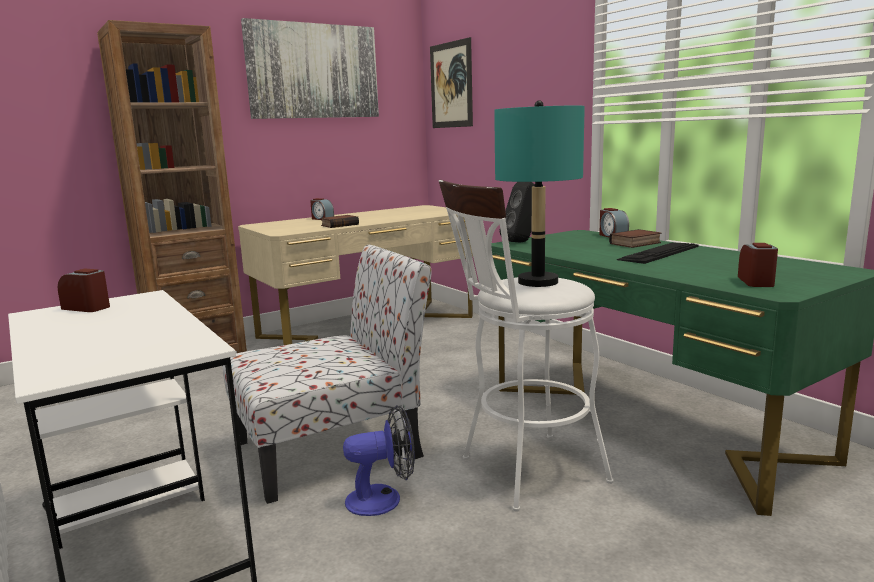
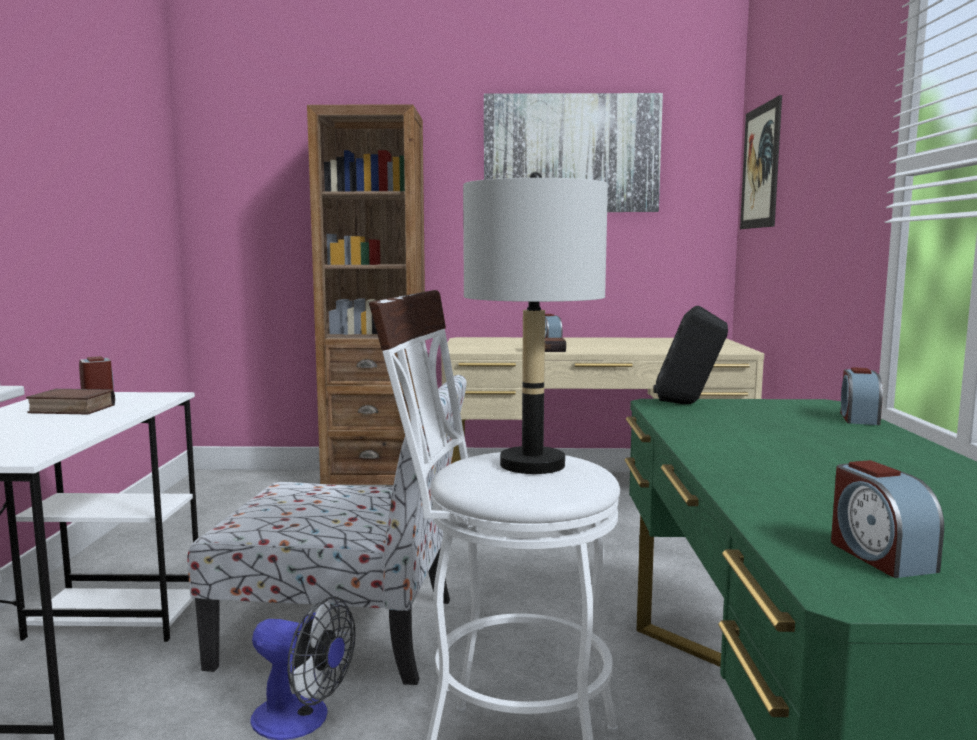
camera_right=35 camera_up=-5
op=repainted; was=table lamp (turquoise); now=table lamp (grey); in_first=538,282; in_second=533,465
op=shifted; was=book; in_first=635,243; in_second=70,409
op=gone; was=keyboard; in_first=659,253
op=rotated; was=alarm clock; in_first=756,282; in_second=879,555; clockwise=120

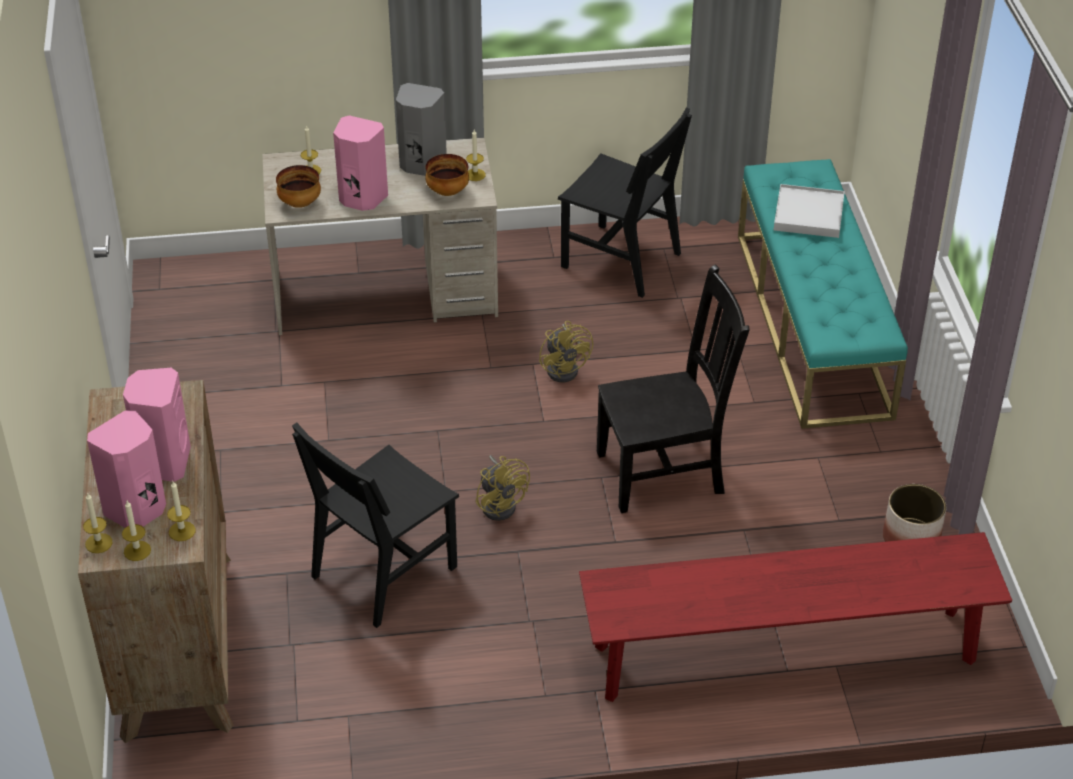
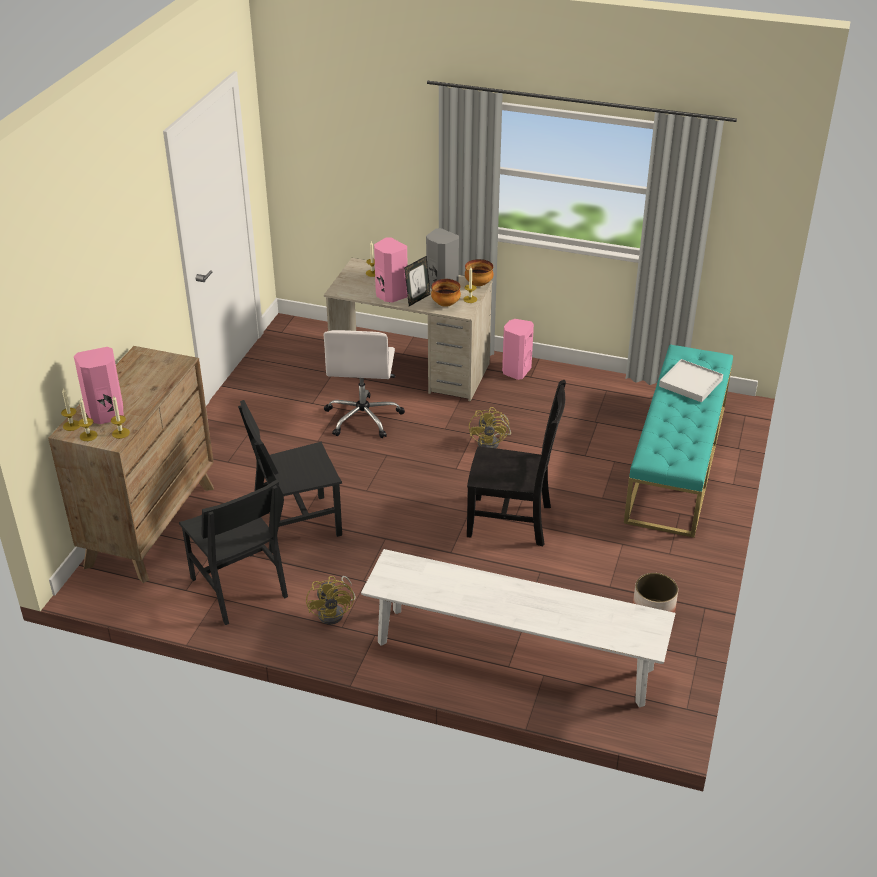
camera_right=25 camera_up=-5
op=shifted; was=speaker (pink); in_first=163,463; in_second=515,371
op=shifted; was=bowl; in_first=300,203; in_second=478,284
op=shifted; was=fan (yellow); in_first=501,503; in_second=335,612
op=shifted; was=chair (black); in_first=621,260; in_second=238,587
op=repainted; was=bench (red); now=bench (white); in_first=784,654; in_second=513,656
op=new; now=office chair (white); in_second=363,417
op=new; now=picture frame; in_second=417,299

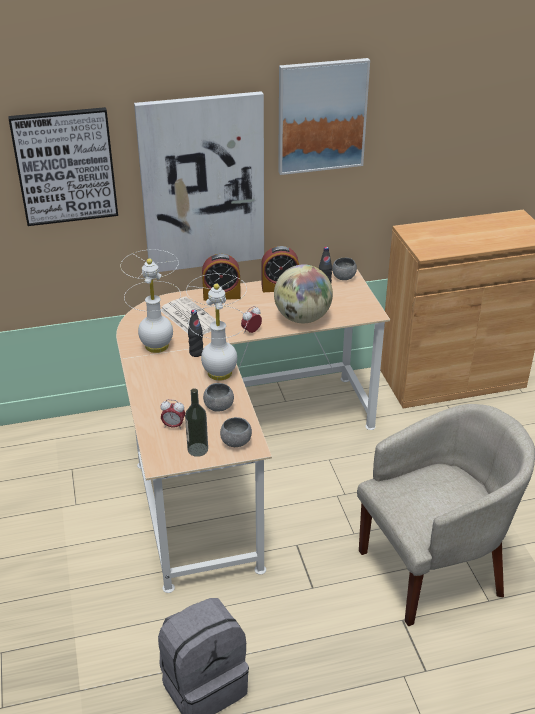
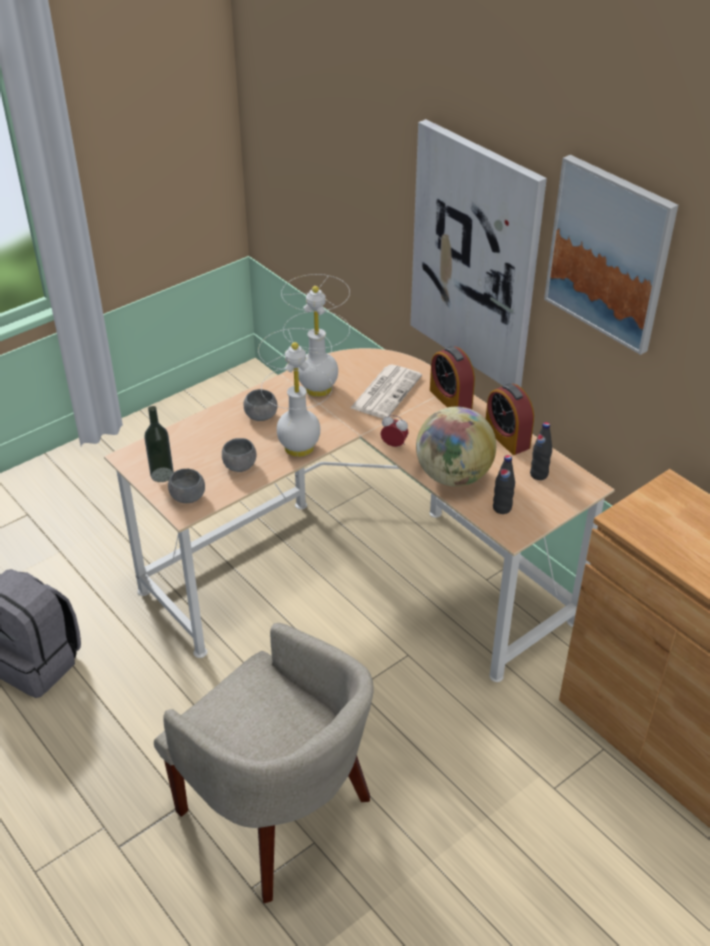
camera_right=65 camera_up=5
op=gone; was=picture; in_first=65,166
op=gone; was=alarm clock; in_first=173,426
op=shifted; was=bottle (black); in_first=196,353; in_second=502,508
op=shifted; was=bowl (grey); in_first=343,277; in_second=261,416

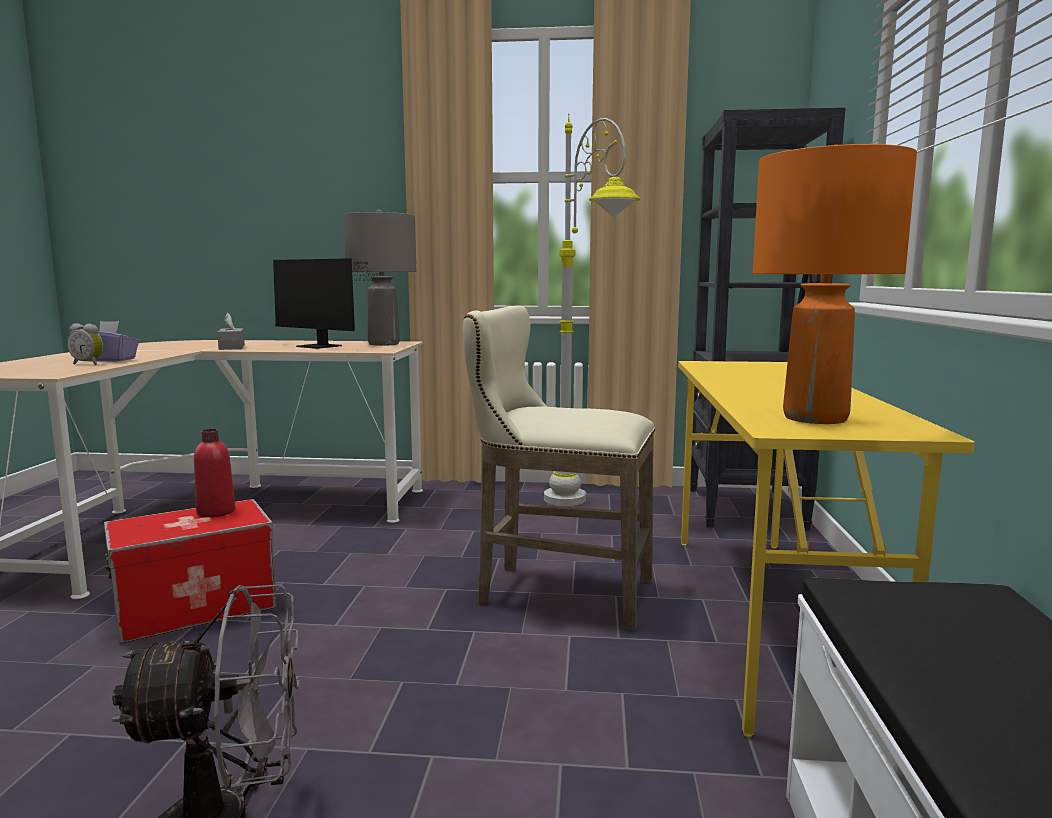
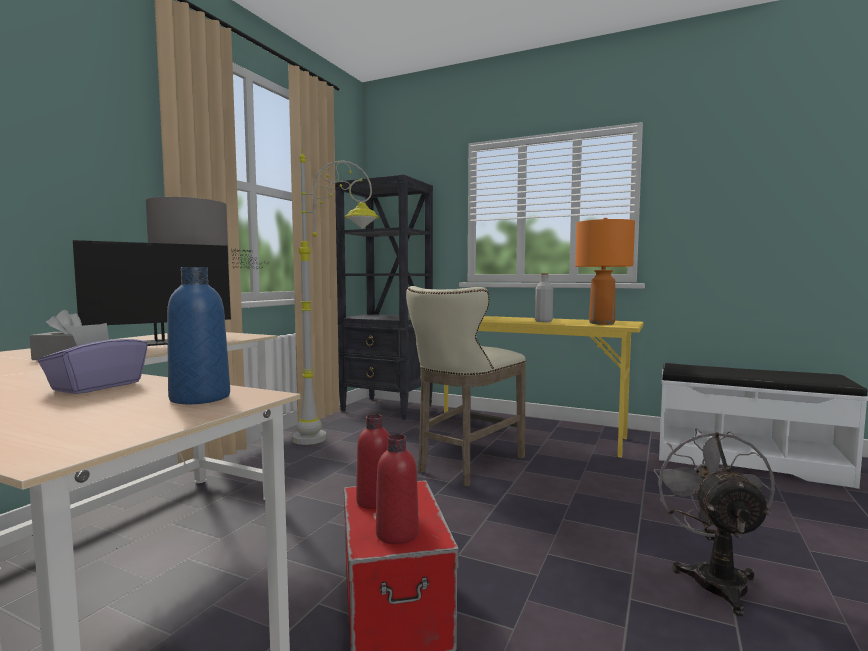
camera_right=-70 camera_up=-5
op=gone; was=alarm clock; in_first=89,364
op=new; now=bottle (blue); in_second=200,398
op=new; now=bottle (red); in_second=397,534
op=new; now=bottle (grey); in_second=543,321

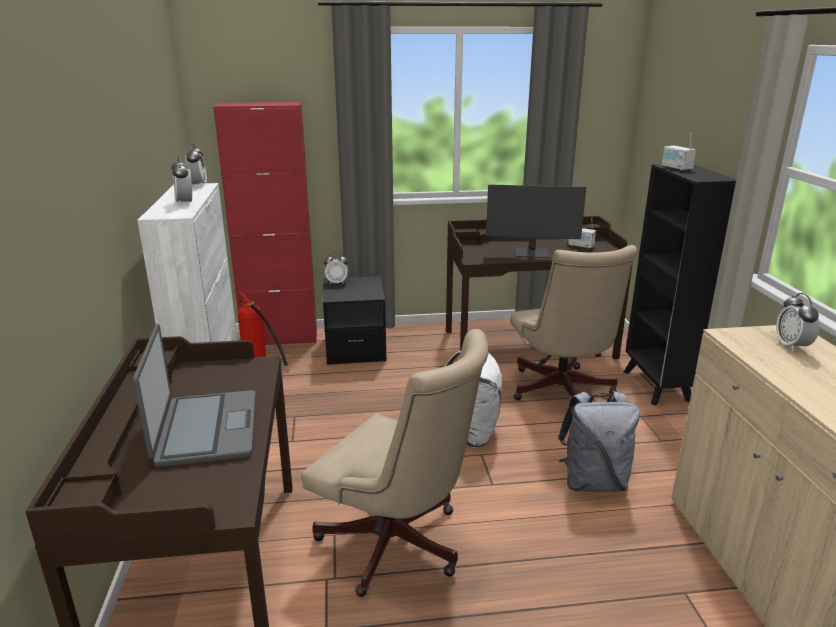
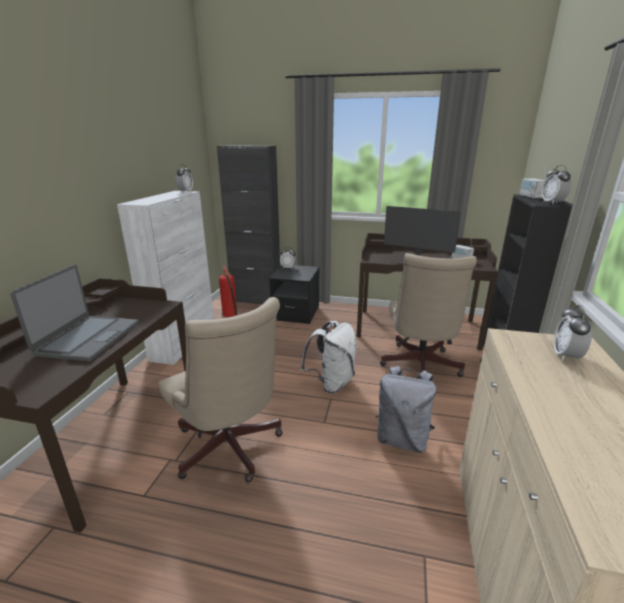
camera_right=20 camera_up=0
op=shifted; was=alarm clock; in_first=185,203; in_second=552,203
op=repainted; was=cabinet (red); now=cabinet (black); in_first=280,338; in_second=256,300

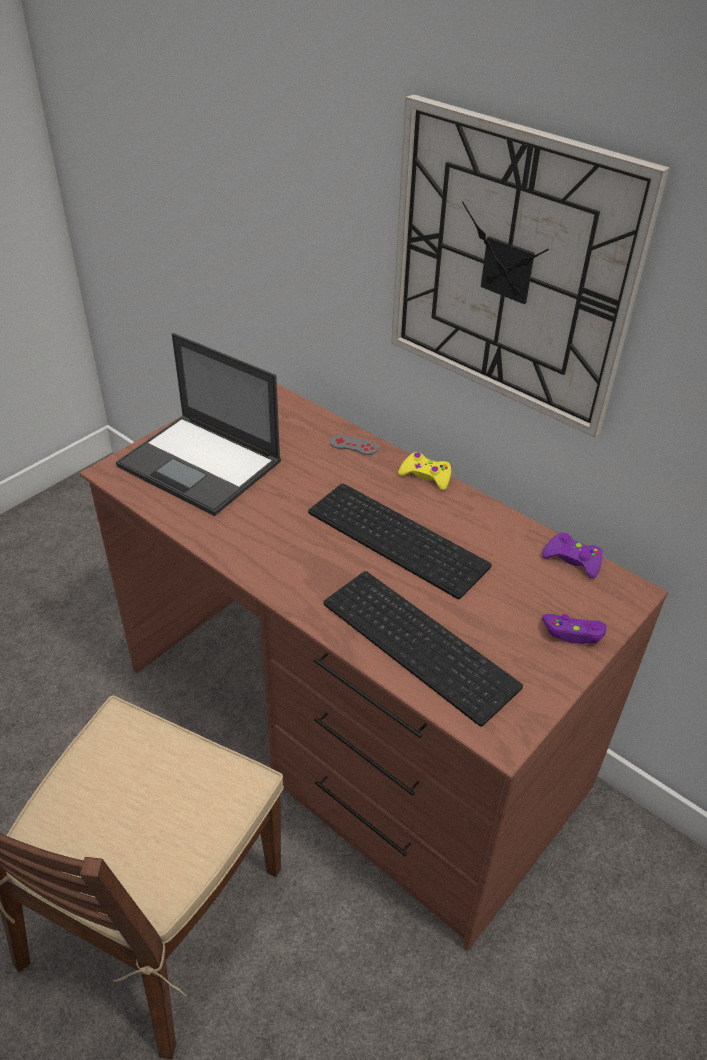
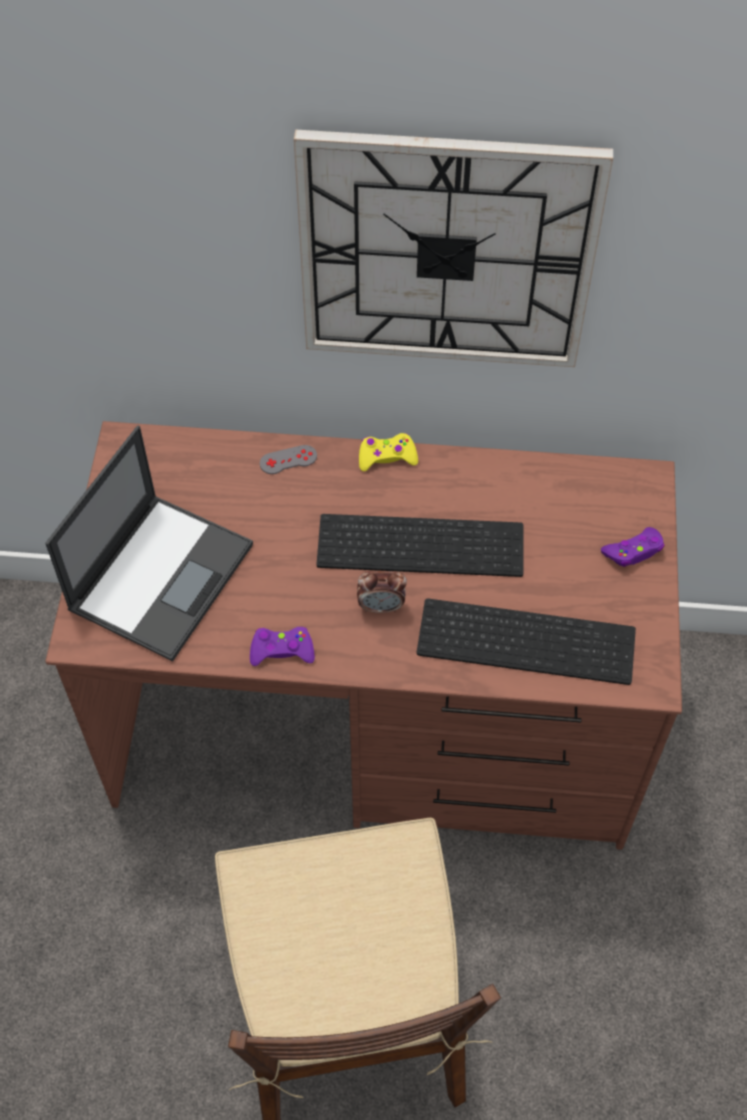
camera_right=-35 camera_up=15
op=rotated; was=laptop; in_first=201,464; in_second=162,575; clockwise=-60
op=shifted; was=game controller (purple); in_first=572,560; in_second=282,650
op=new; now=alarm clock; in_second=381,606

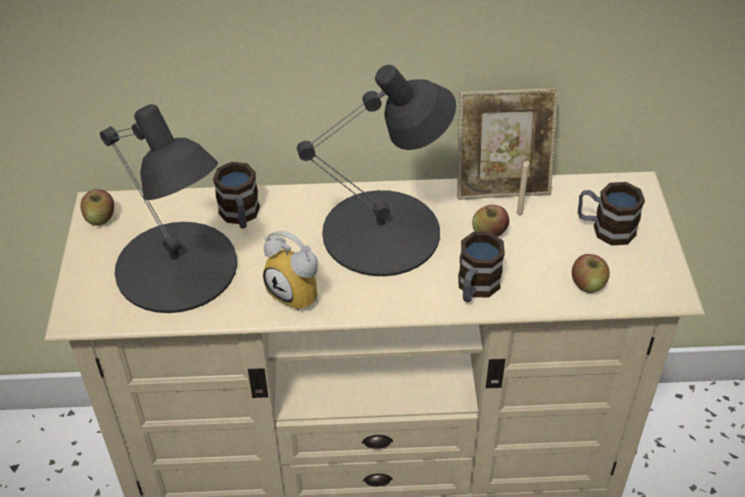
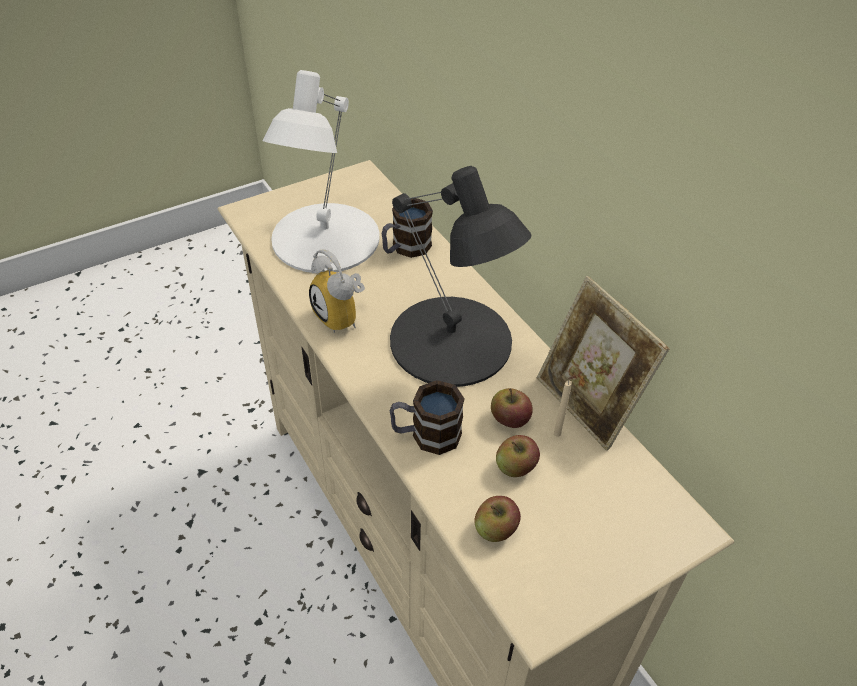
camera_right=60 camera_up=0
op=shifted; was=apple; in_first=100,218; in_second=515,467
op=repainted; was=table lamp (black); now=table lamp (white); in_first=177,268; in_second=324,239
op=rotated; was=alarm clock; in_first=300,292; in_second=343,317; clockwise=-45
op=gone; was=mug; in_first=605,228

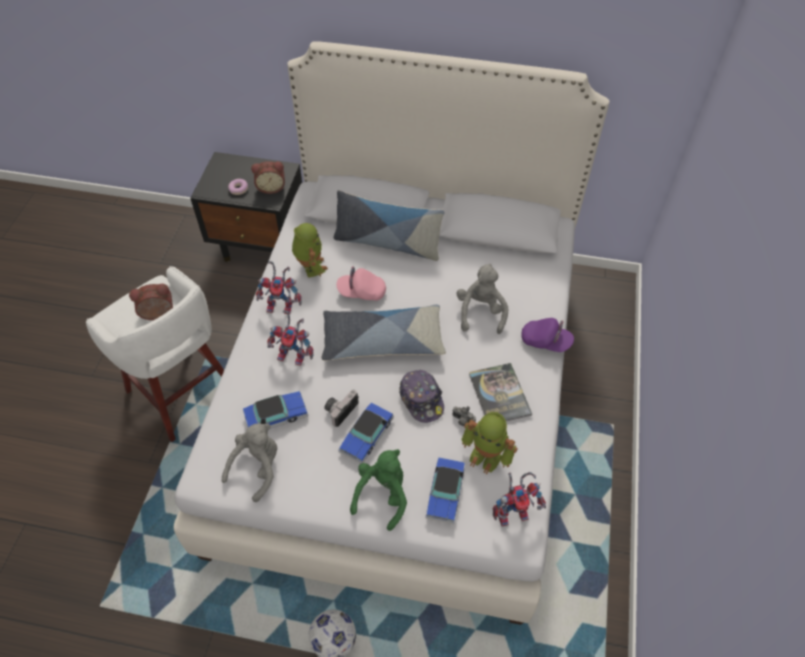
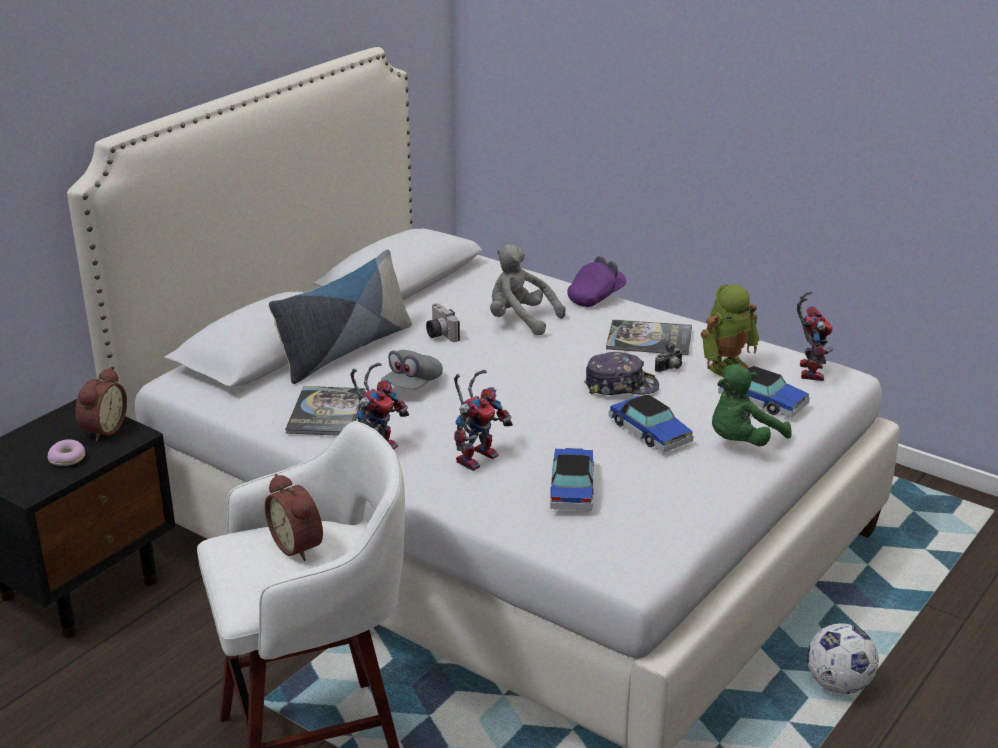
camera_right=-65 camera_up=-25
op=rotated; was=alarm clock; in_first=158,315; in_second=299,545; clockwise=-45
op=gone; was=plush toy (grey); in_first=257,467
op=swapped; was=toy robot; now=book; in_first=310,267; in_second=326,412
op=gone; was=pillow; in_first=382,340
op=shifted; was=photo camera; in_first=340,409; in_second=439,334
op=repainted; was=cap (pink); now=cap (grey); in_first=361,292; in_second=412,385
op=rotated; was=plush toy (green); in_first=383,495; in_second=742,442; clockwise=-90

